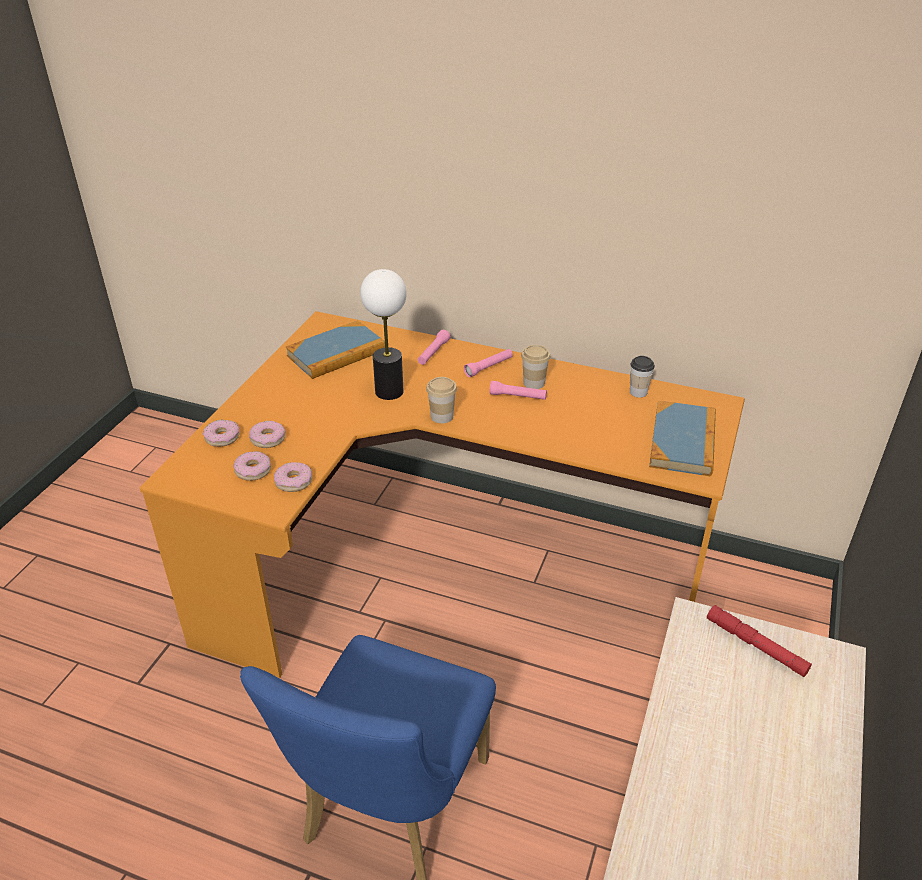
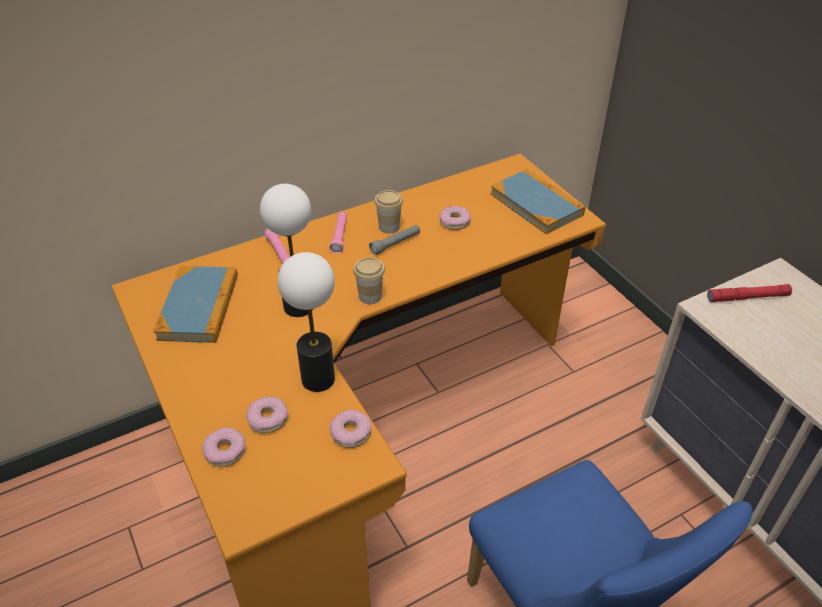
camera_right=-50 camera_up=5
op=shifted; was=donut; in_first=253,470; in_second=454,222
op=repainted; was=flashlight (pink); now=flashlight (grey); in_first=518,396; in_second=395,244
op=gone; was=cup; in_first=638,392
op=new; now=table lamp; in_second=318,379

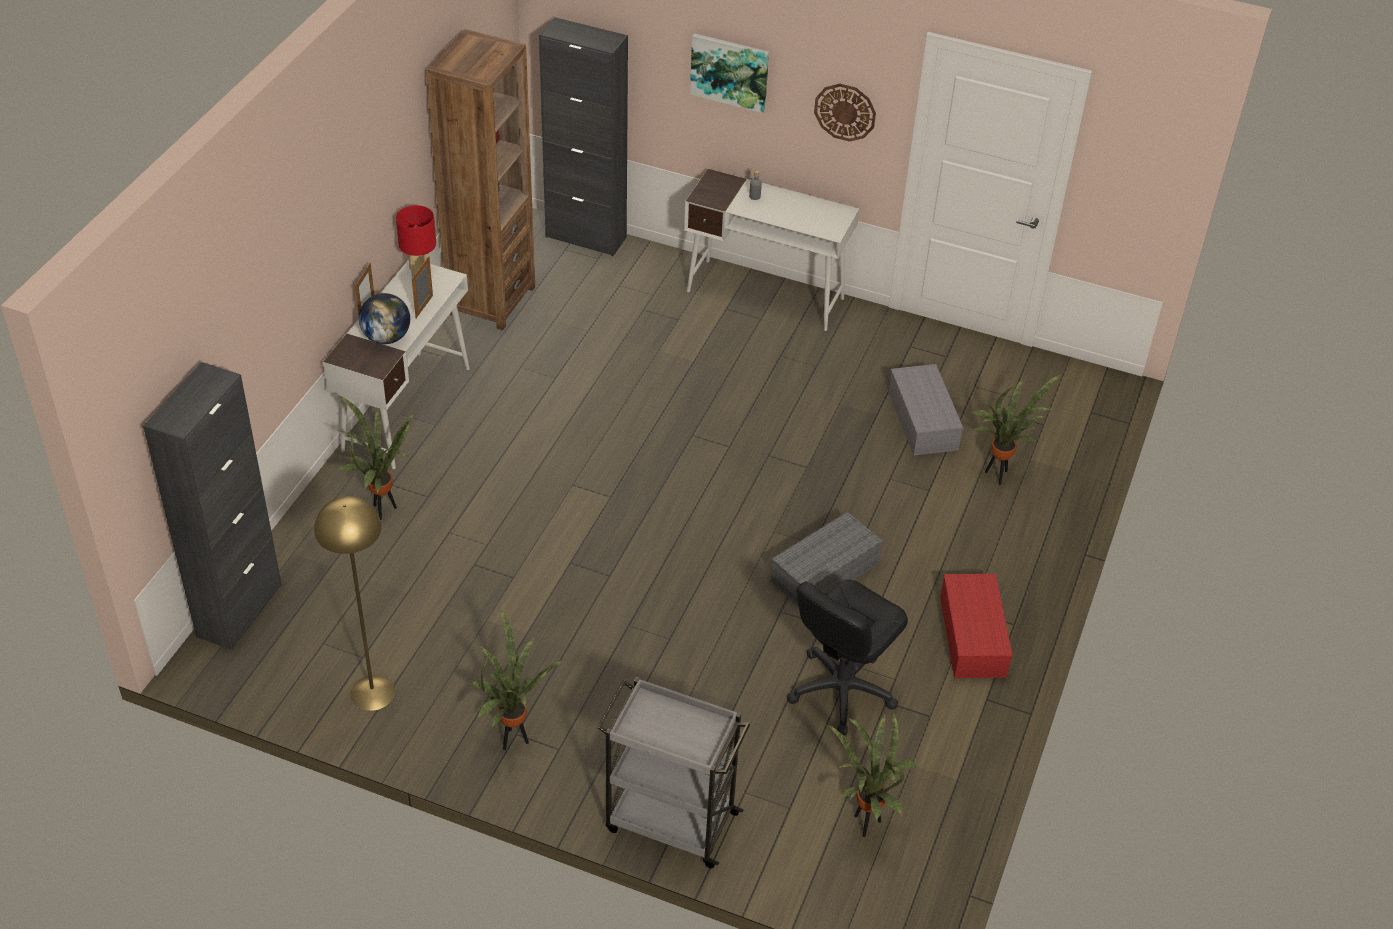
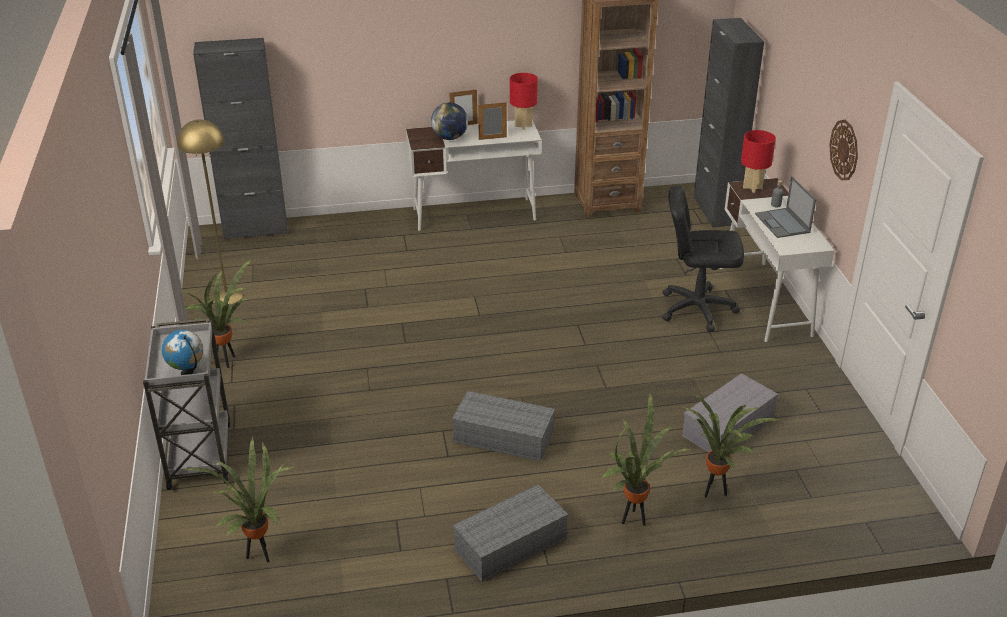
camera_right=60 camera_up=-10
op=shifted; was=potted plant; in_first=383,509; in_second=634,519
op=gone; was=picture; in_first=730,71
op=shifted; was=office chair (black); in_first=841,690; in_second=697,309
op=repainted; was=storage box (red); now=storage box (grey); in_first=974,638; in_second=509,545
op=new; now=globe; in_second=187,373
op=new; now=table lamp (red); in_second=752,188
op=new; now=laptop; in_second=783,223

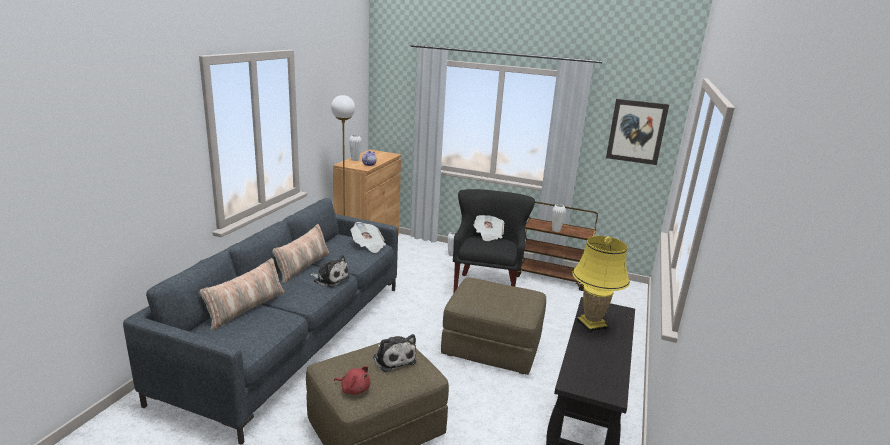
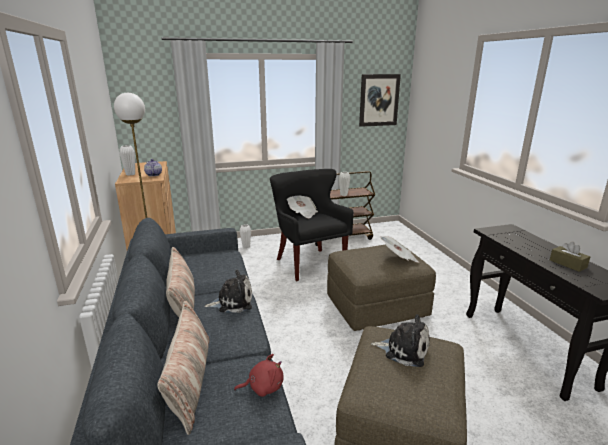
camera_right=-35 camera_up=0
op=shifted; was=plush toy (red); in_first=354,389; in_second=263,387
op=shifted; was=newspaper; in_first=368,246; in_second=398,258
op=gone; was=table lamp (yellow); in_first=592,325
op=new; now=tissue box (brown); in_second=567,264

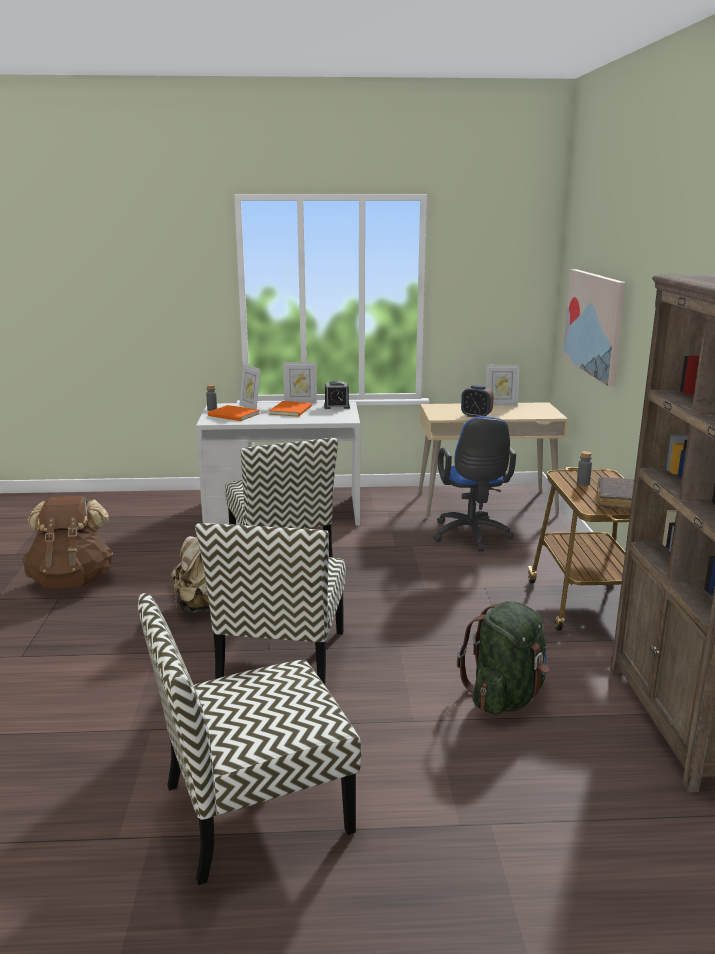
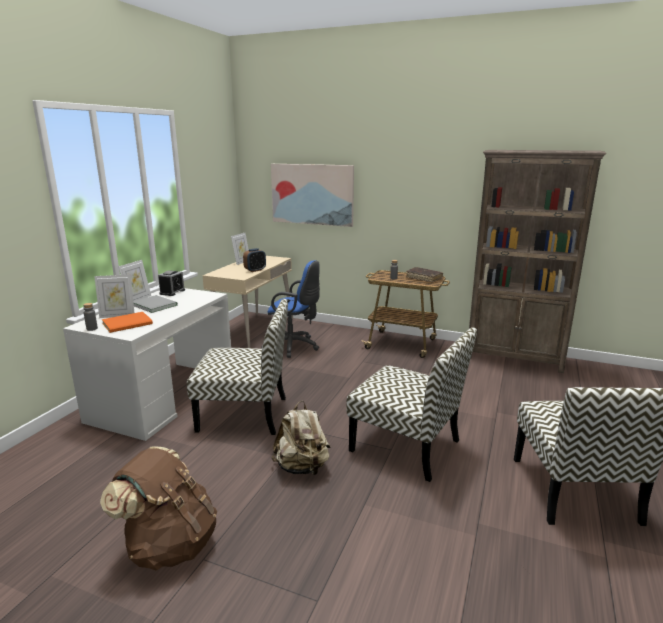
camera_right=-65 camera_up=0
op=repainted; was=book (orange); now=book (grey); in_first=292,410; in_second=154,304
op=gone; was=backpack (green); in_first=505,697

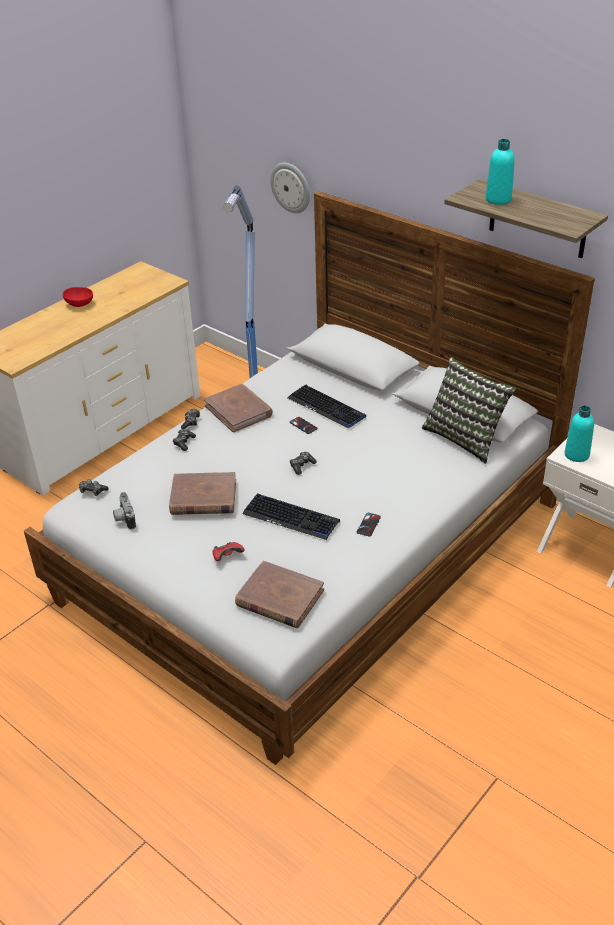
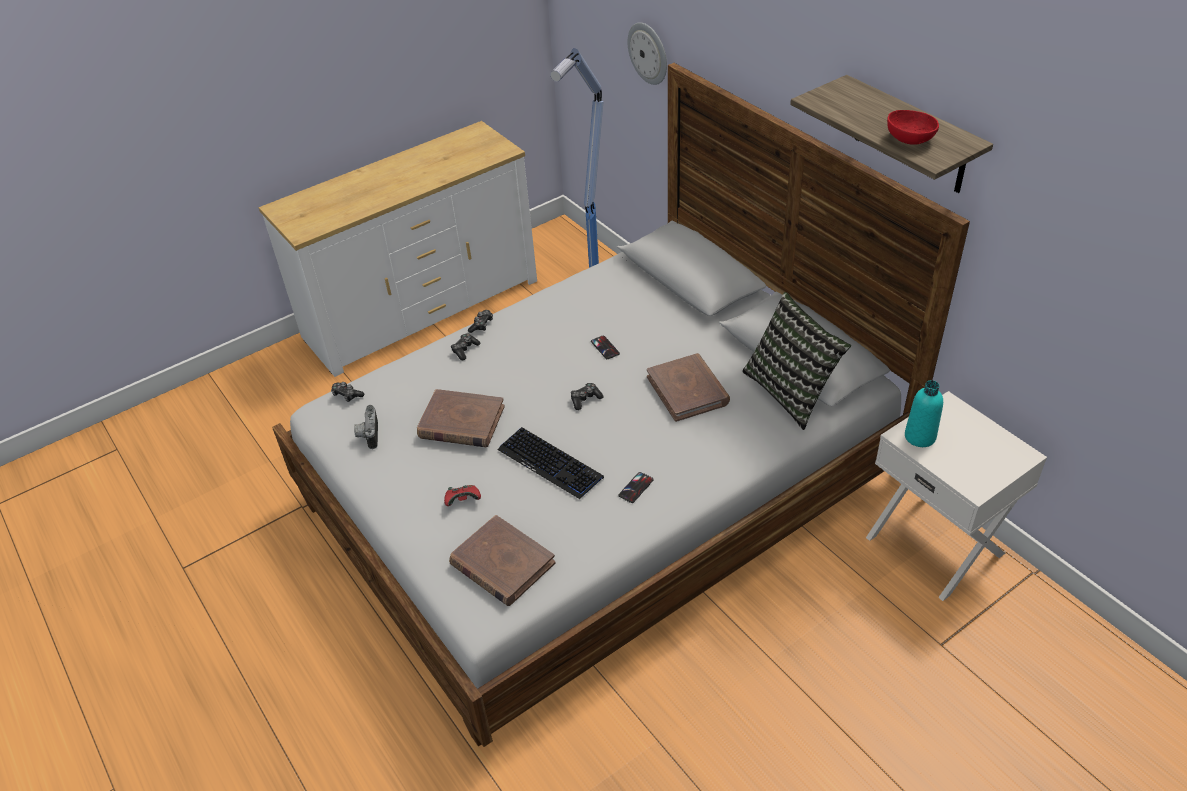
camera_right=15 camera_up=5
op=shifted; was=bowl (red); in_first=80,304; in_second=910,139
op=shifted; was=book (brown); in_first=239,410; in_second=688,390
op=gone; was=keyboard; in_first=326,407
op=gone; was=bottle (turquoise); in_first=498,200

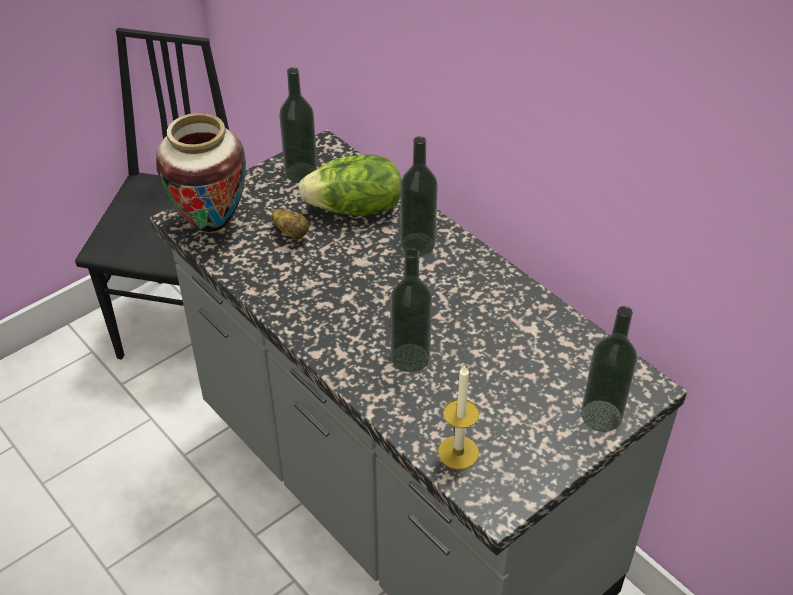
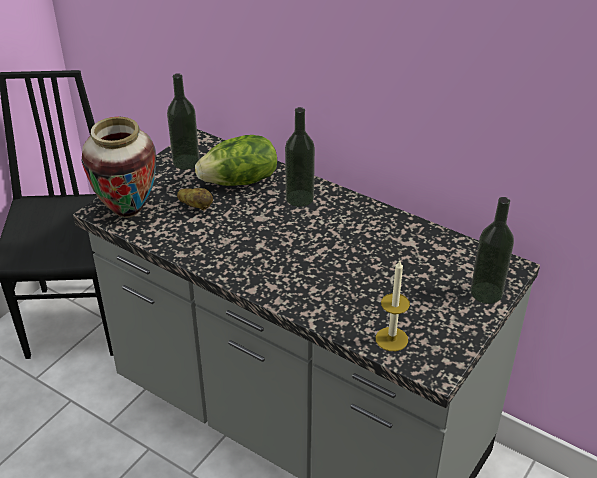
camera_right=-15 camera_up=-5
op=gone; was=bottle; in_first=410,358

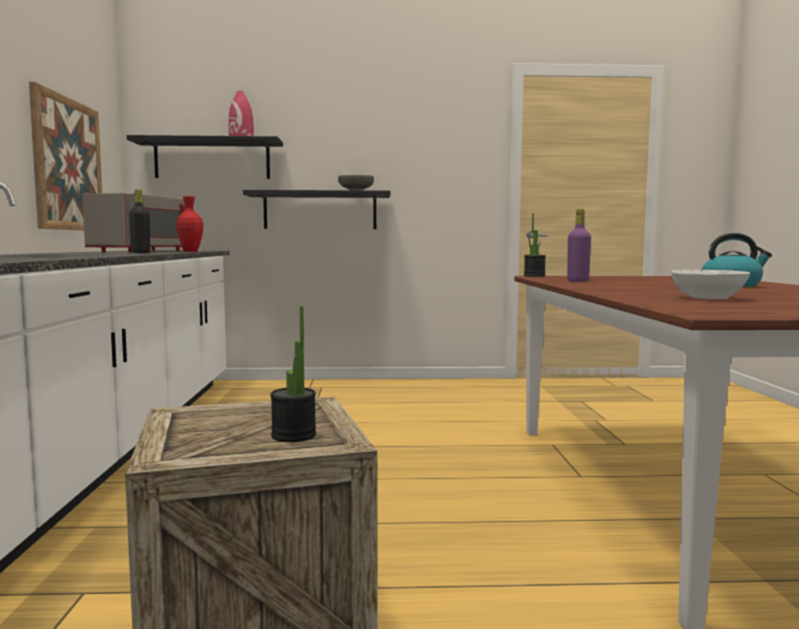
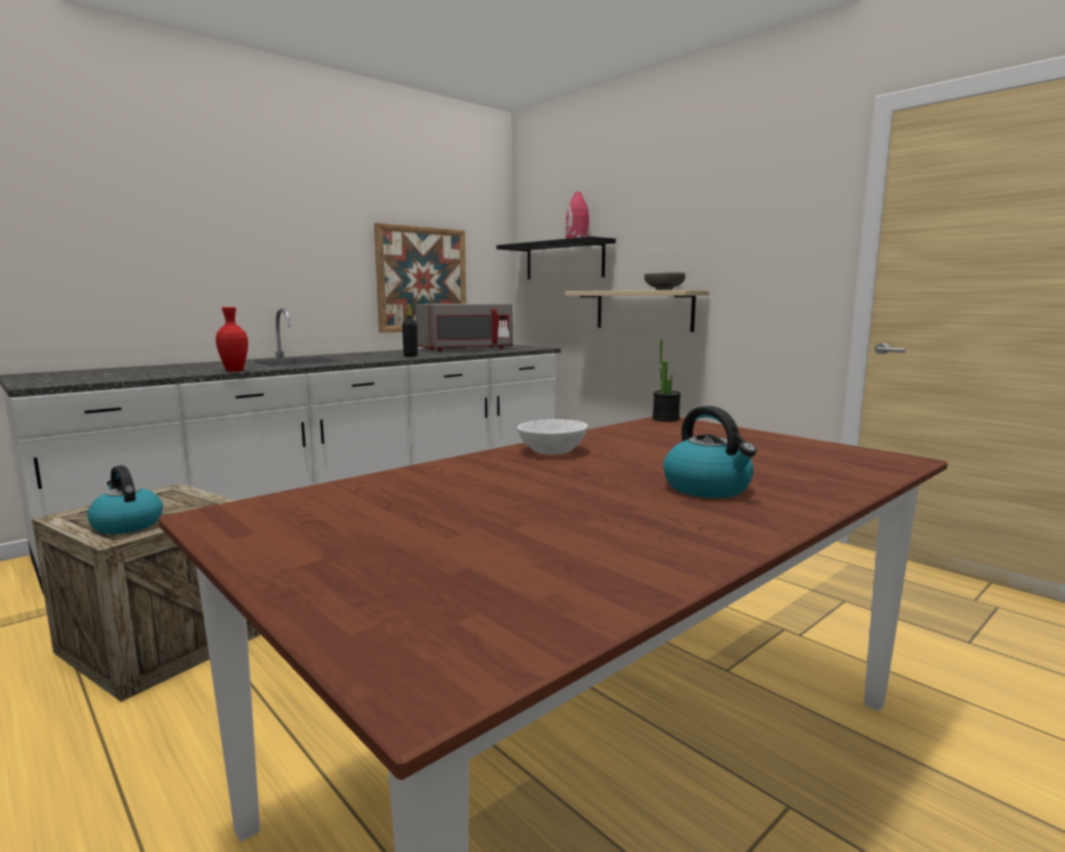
camera_right=50 camera_up=5
op=shifted; was=vase (red); in_first=190,251; in_second=234,371
op=repainted; was=shelf (black); now=shelf (beige); in_first=320,211; in_second=643,310
op=swapped; was=potted plant; now=kettle; in_first=293,435; in_second=127,525
op=gone; was=bottle (purple); in_first=577,281
op=shifted; was=bowl (white); in_first=708,298; in_second=553,451

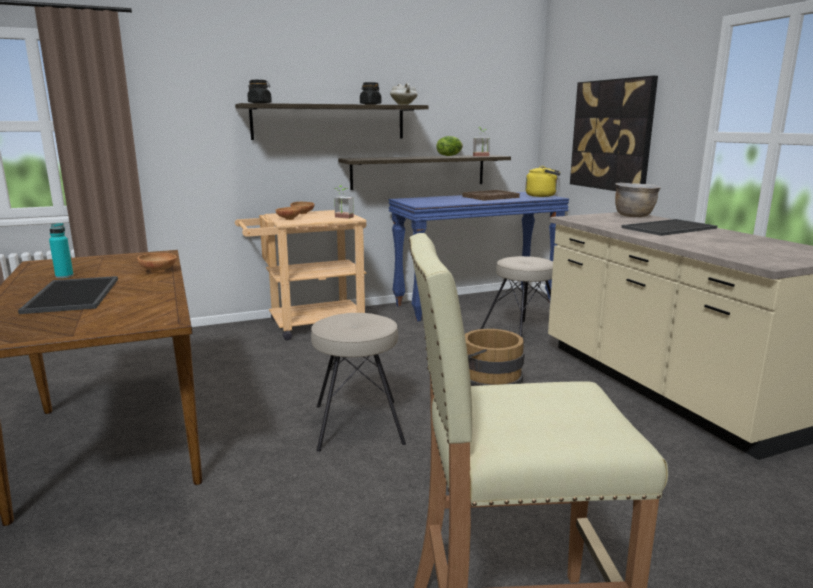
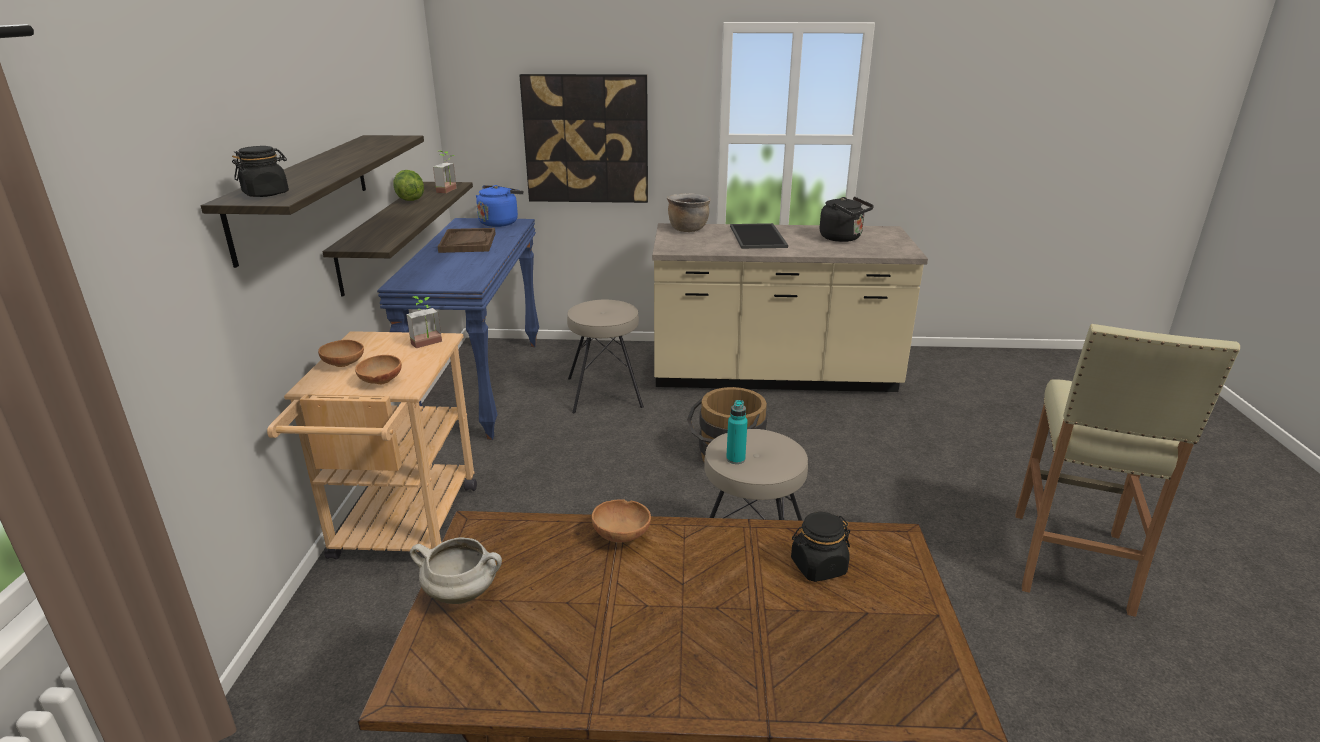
camera_right=-65 camera_up=10
op=gone; was=tray; in_first=71,295
op=shifted; was=bottle (turquoise); in_first=64,276; in_second=735,459
op=shifted; was=jar (black); in_first=370,104; in_second=818,567
op=shifted; was=cooking pot (white); in_first=404,104; in_second=462,593
op=repainted; was=kettle (yellow); now=kettle (blue); in_first=542,196; in_second=500,222
op=new; now=kettle (black); in_second=843,238

